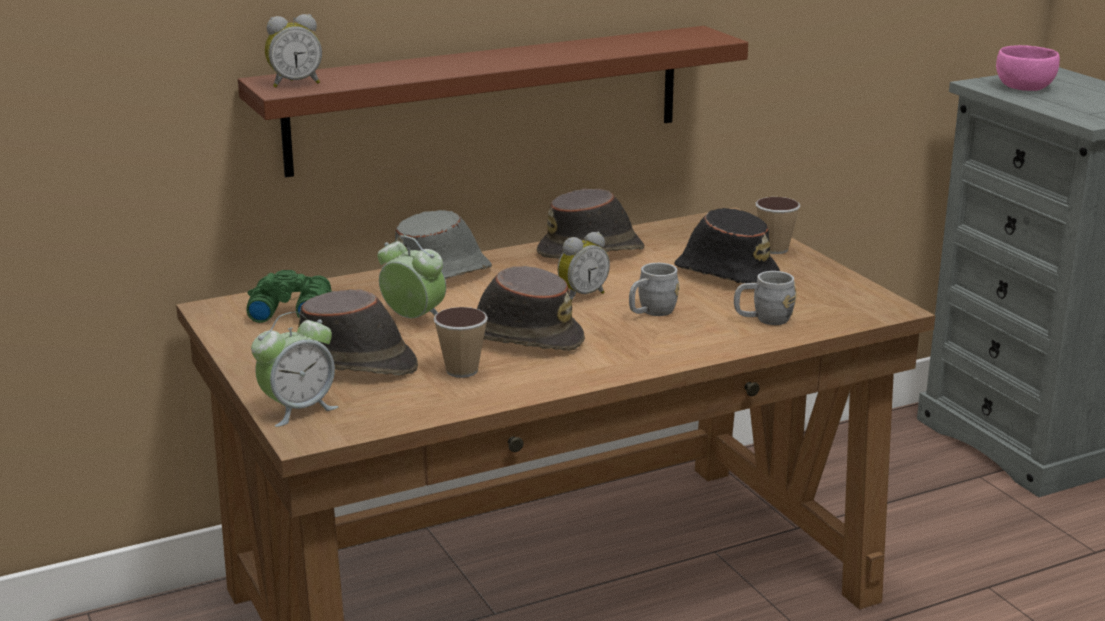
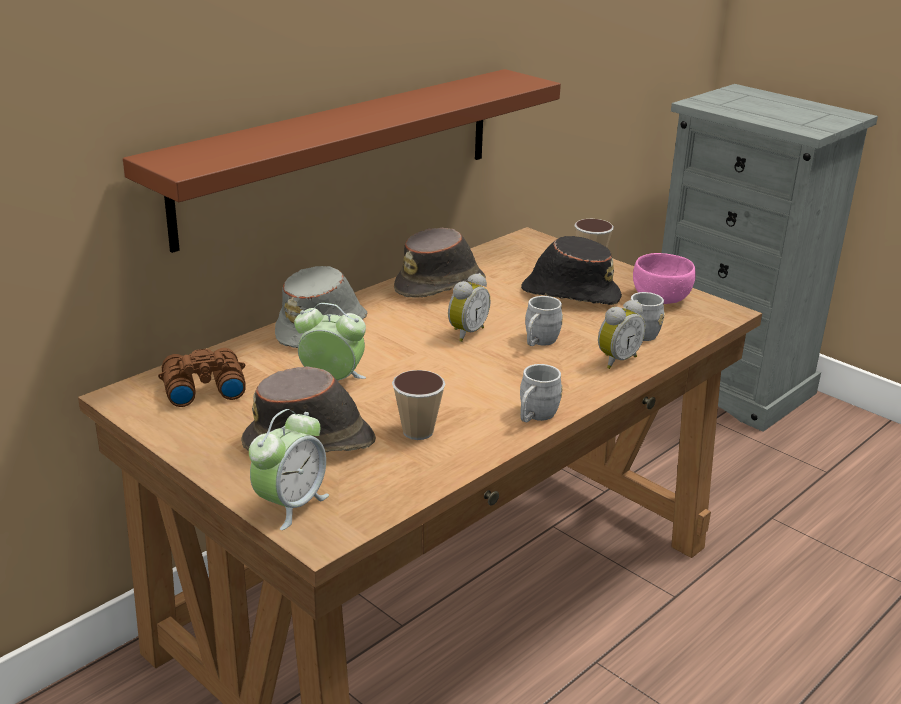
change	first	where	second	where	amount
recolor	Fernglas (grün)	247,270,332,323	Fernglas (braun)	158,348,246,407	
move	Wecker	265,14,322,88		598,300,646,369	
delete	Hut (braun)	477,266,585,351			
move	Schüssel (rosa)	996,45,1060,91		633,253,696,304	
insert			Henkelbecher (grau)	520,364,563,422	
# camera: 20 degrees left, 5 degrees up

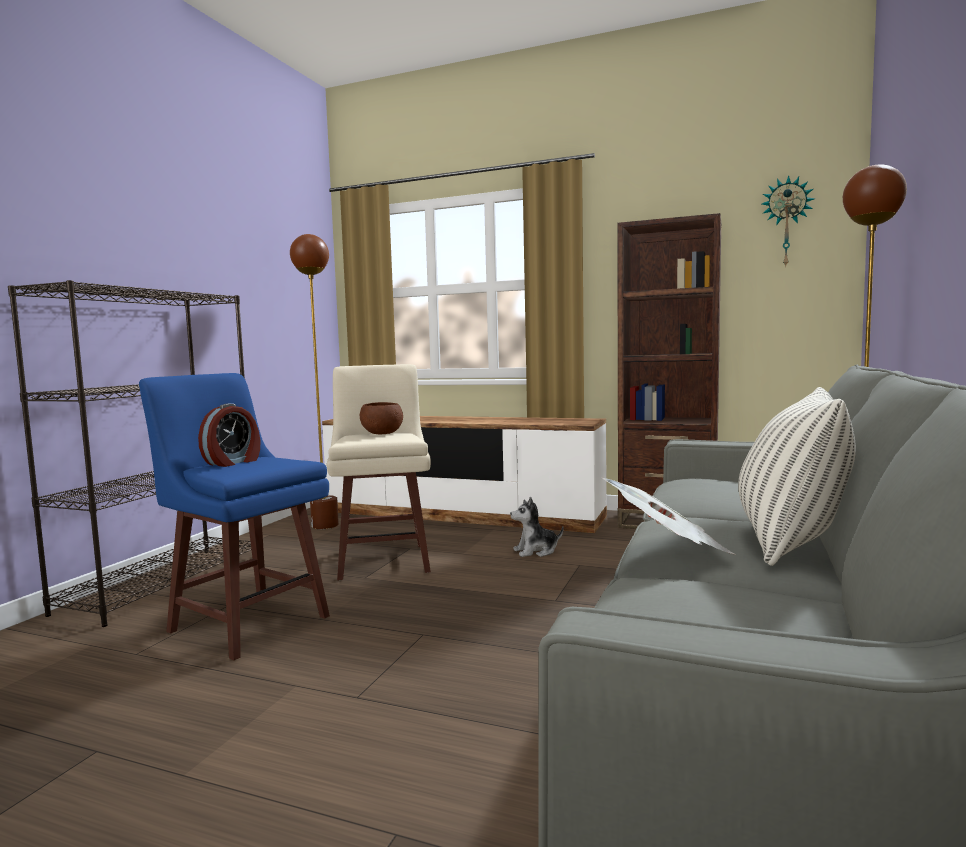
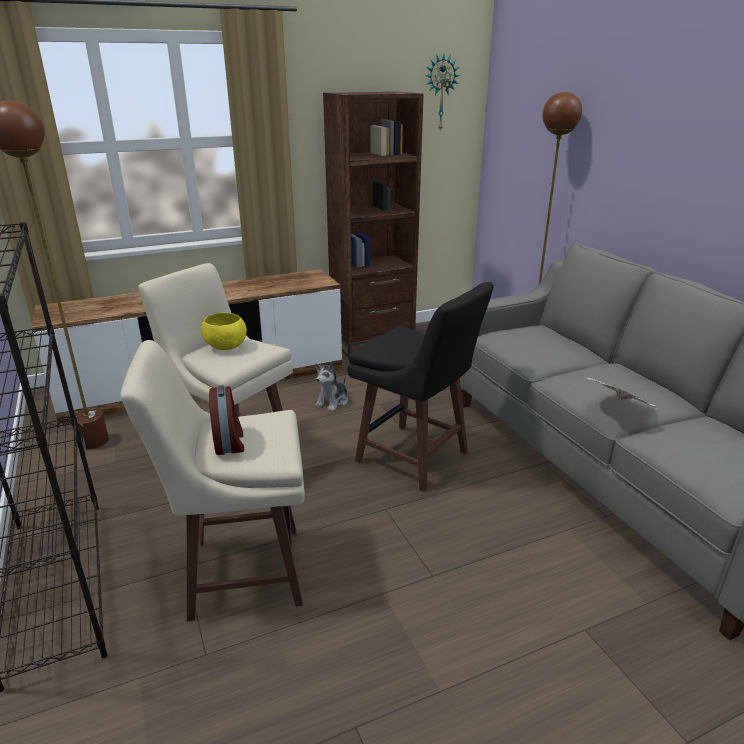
change	first	where	second	where	amount
recolor	Hocker (blau)	139,373,330,660	Hocker (beige)	120,340,305,622	
recolor	Schüssel (braun)	360,402,403,434	Schüssel (gelb)	201,313,247,350	
delete	Kissen	738,387,856,566			
insert			Hocker (schwarz)	348,282,494,492	
# camera: 45 degrees left, 20 degrees up

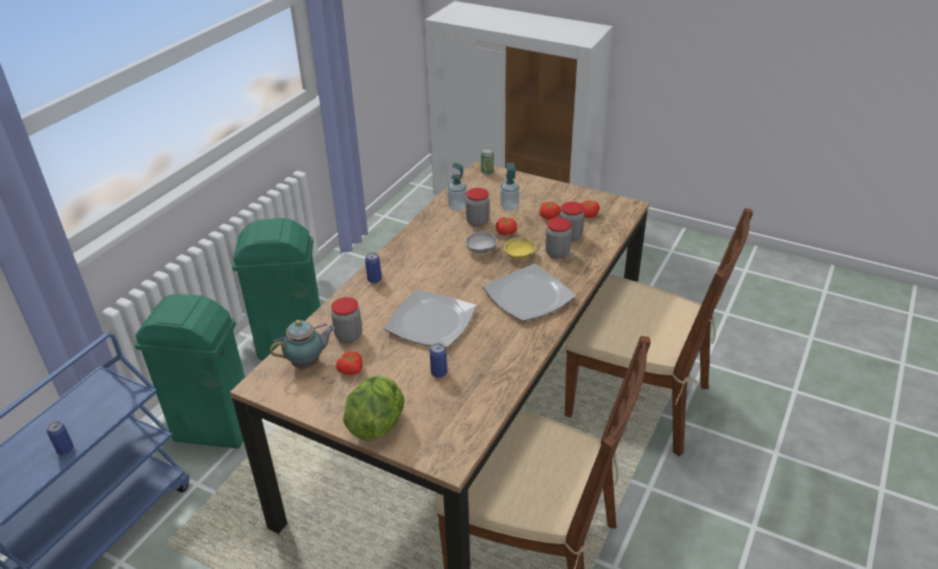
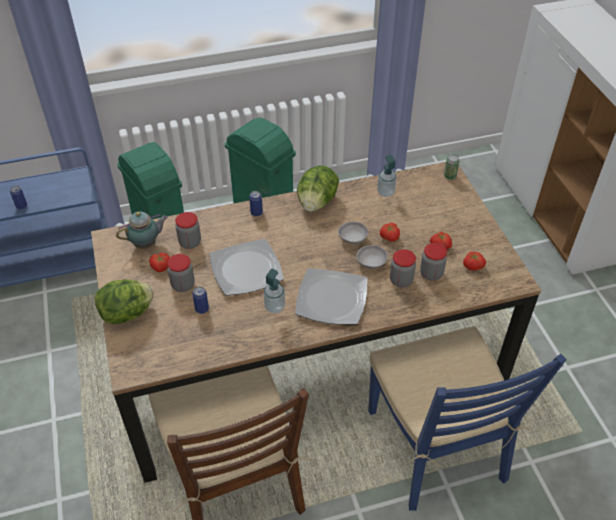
change	first	where	second	where	amount
rotate	Teekanne	270,320,335,369		116,211,168,249	45 degrees counterclockwise
move	Vorratsglas	466,188,490,227		167,254,195,292	
move	Seifenspender	500,162,520,211		263,269,285,313	
recolor	Schüssel (gelb)	504,238,536,260	Schüssel (grau)	356,245,388,269	
recolor	Stuhl (braun)	565,208,753,456	Stuhl (blau)	368,326,567,511	
insert			Salatkopf	297,166,339,212	
# camera: 45 degrees right, 10 degrees up

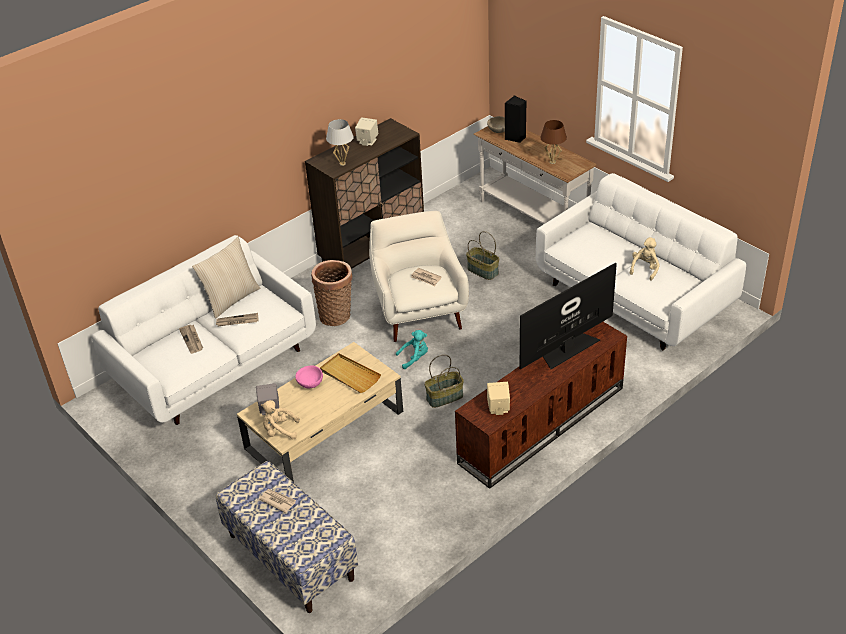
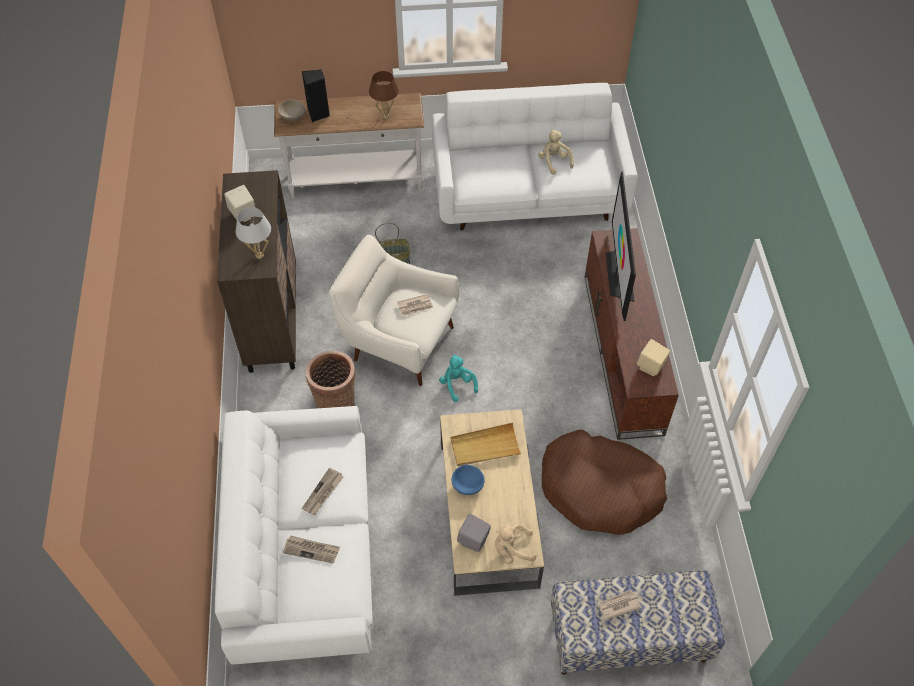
change	first	where	second	where	amount
delete	Kissen (beige)	192,237,261,319			
rotate	Plüschtier (beige)	261,400,300,439		495,524,536,564	45 degrees clockwise
recolor	Schüssel (rosa)	295,366,323,389	Schüssel (blau)	452,465,485,495	
rotate	Plüschtier (türkis)	396,330,428,369		439,354,478,402	45 degrees counterclockwise
delete	Korb	424,354,464,408			
insert			Hundebett (braun)	542,430,667,535	
# camera: 55 degrees left, 15 degrees up

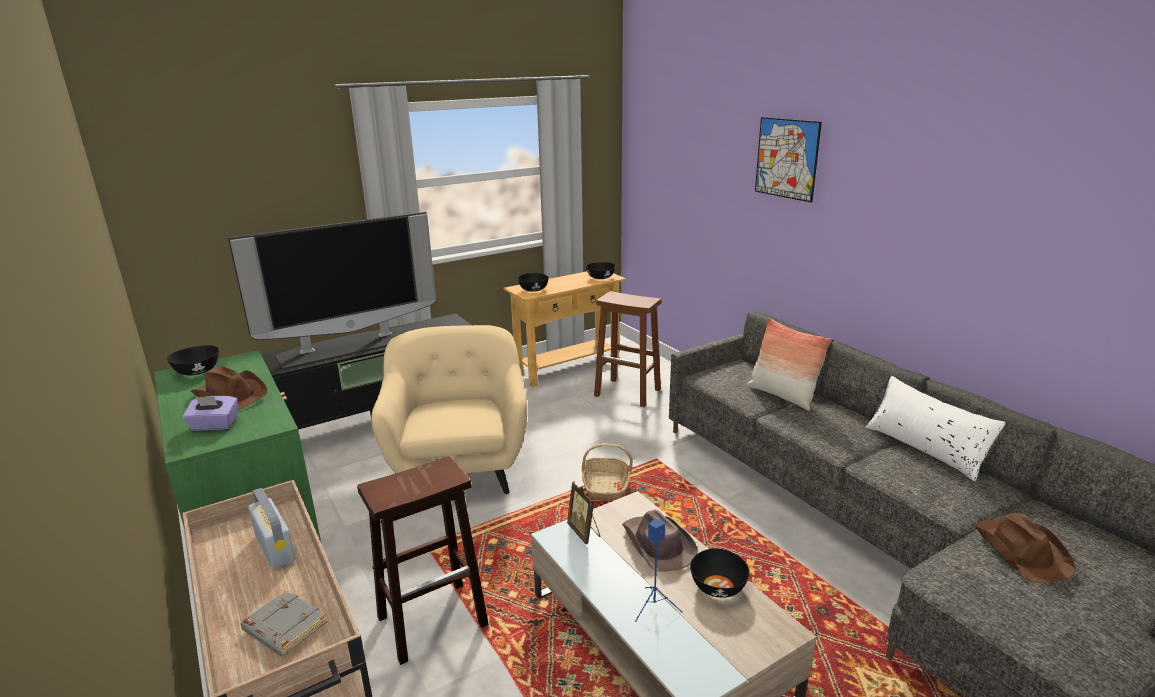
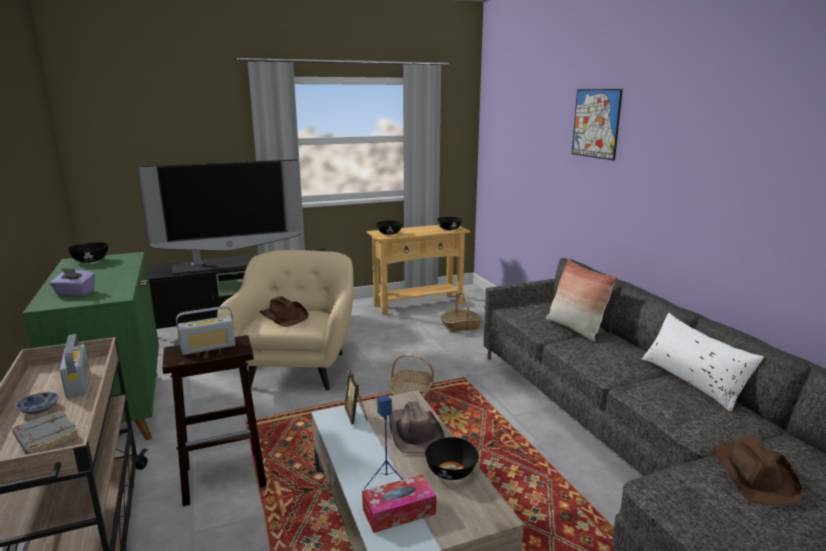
change	first	where	second	where	amount
move	Hut (braun)	191,365,268,410		260,296,309,327	
replace	Hocker (braun)	594,291,661,407	Korb	440,292,484,332	
insert			Schüssel	16,392,59,415	
insert			Radio	176,306,235,355	
insert			Taschentuchbox	362,475,436,533	
# camera: 10 degrees right, 5 degrees down

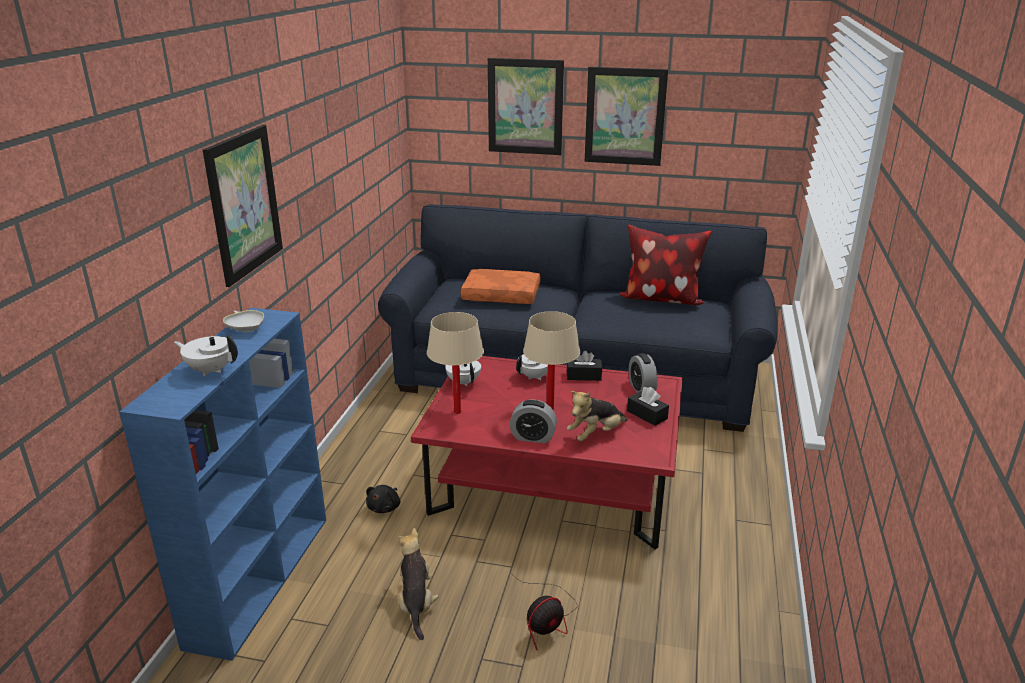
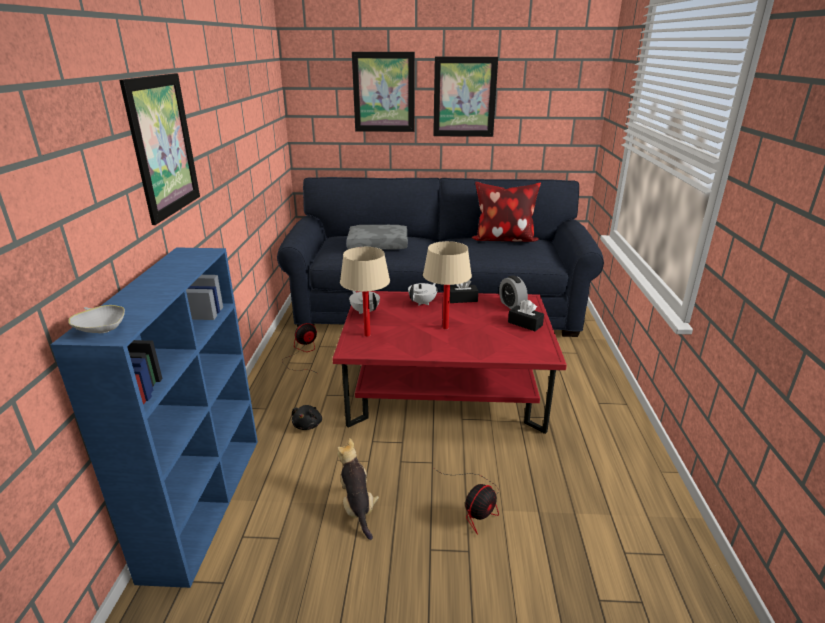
change	first	where	second	where	amount
delete	Teekanne (weiß)	174,334,238,376			
move	Schüssel (weiß)	223,310,264,332		68,305,125,333	
recolor	Kissen (orange)	461,269,541,304	Kissen (grau)	346,225,408,250	
delete	Wecker	510,400,557,443			
delete	Plüschtier	567,391,627,441			
insert			Ventilator	282,323,320,376	
# camera: 10 degrees left, 0 degrees up

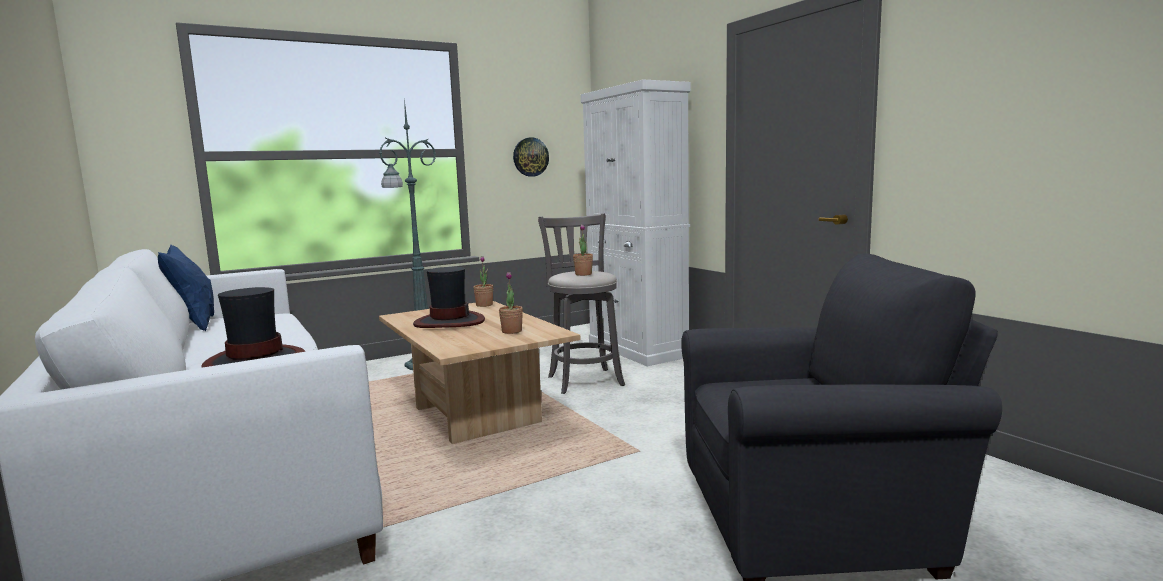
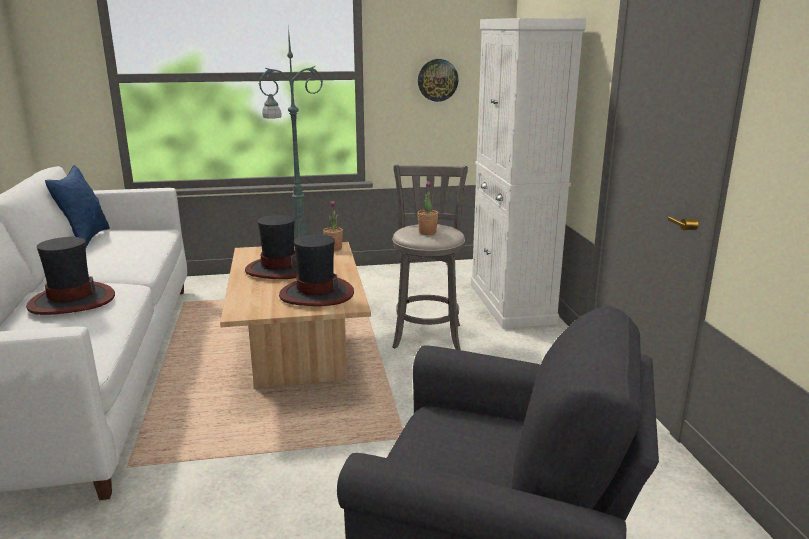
change	first	where	second	where	amount
replace	Topfpflanze	499,272,523,334	Hut	279,234,354,306	
# camera: 20 degrees right, 10 degrees up

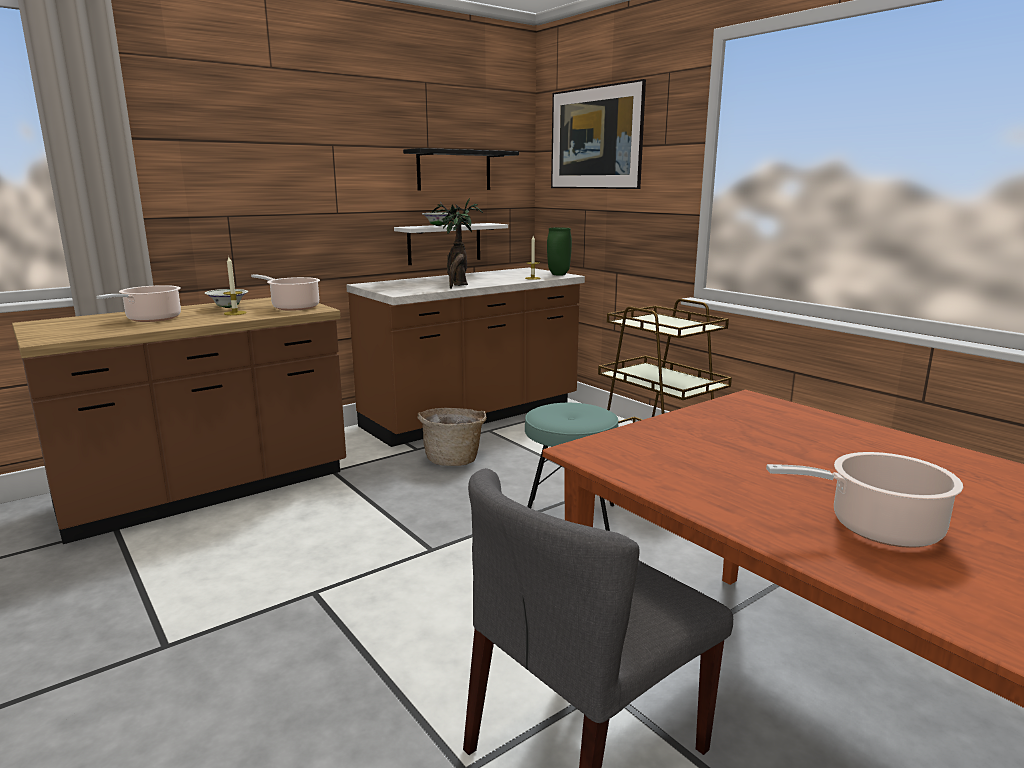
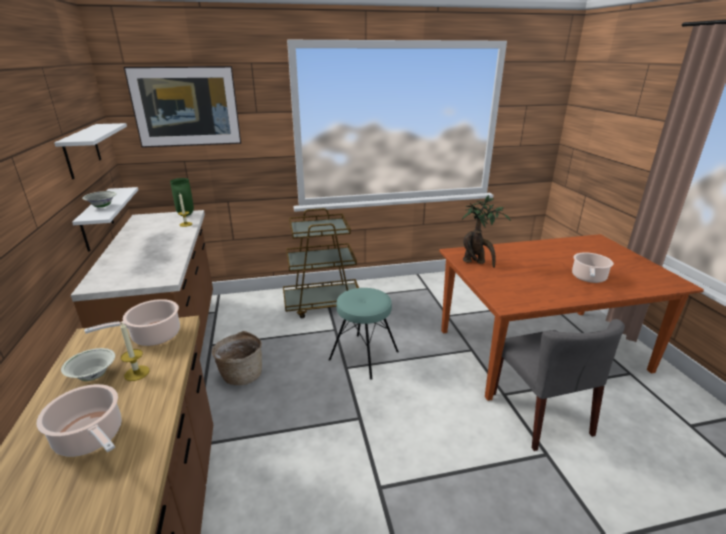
change	first	where	second	where	amount
recolor	Wandregal (schwarz)	403,148,519,190	Wandregal (weiß)	54,123,127,179	
move	Topfpflanze	431,198,483,289		462,195,511,268	
# camera: 65 degrees left, 10 degrees up

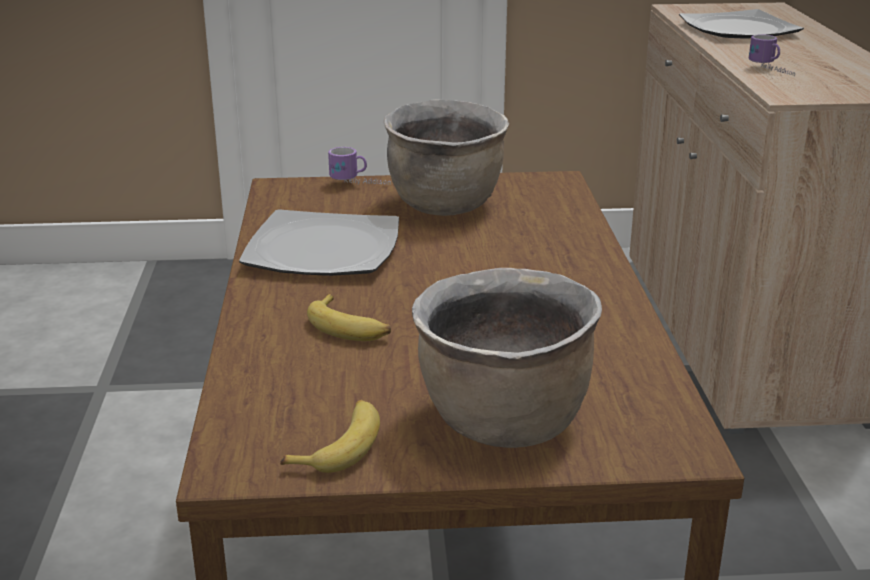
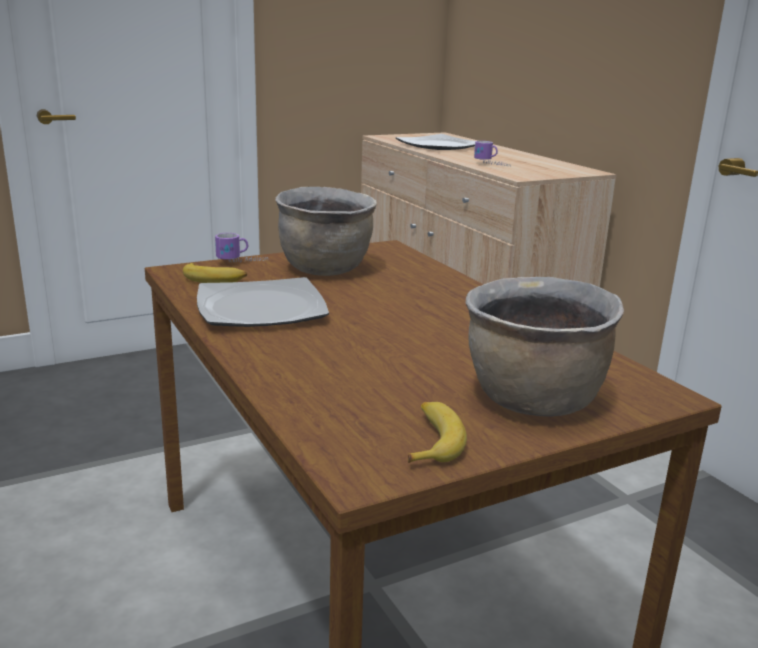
change	first	where	second	where	amount
move	Banane	307,294,391,341		183,262,247,283	
# camera: 25 degrees left, 5 degrees down

